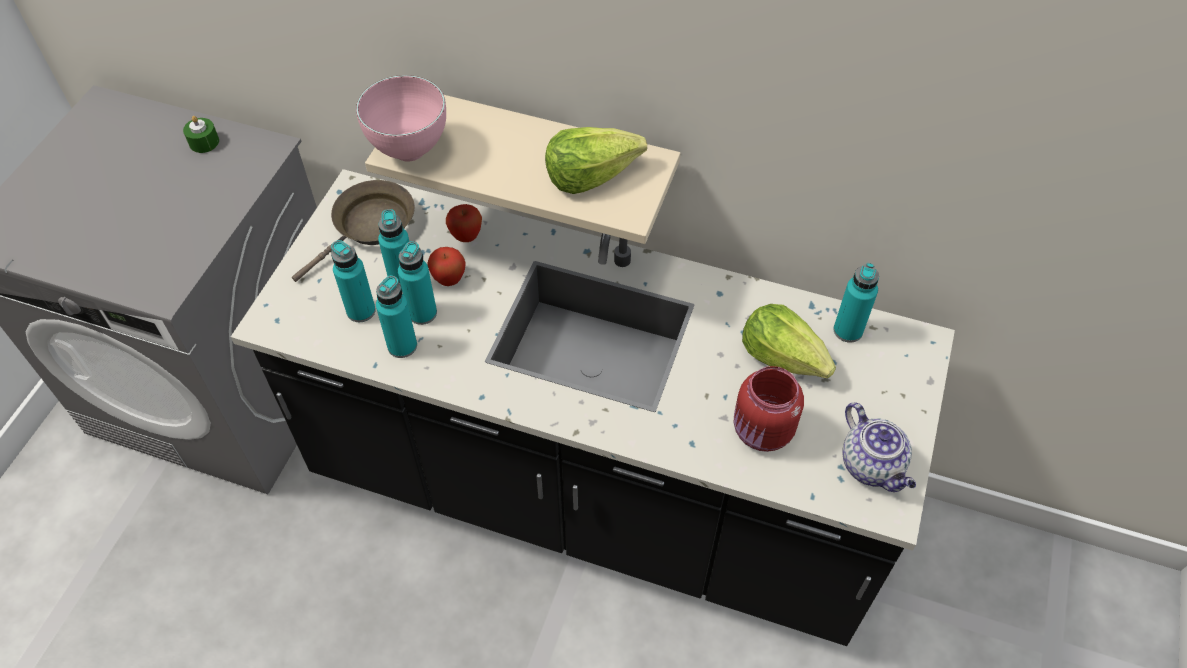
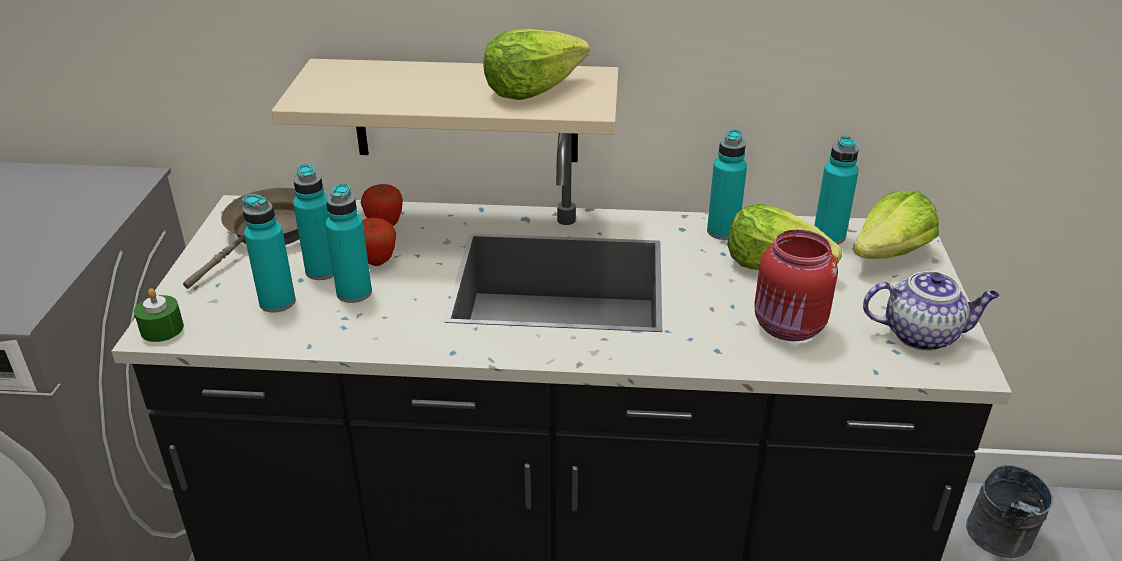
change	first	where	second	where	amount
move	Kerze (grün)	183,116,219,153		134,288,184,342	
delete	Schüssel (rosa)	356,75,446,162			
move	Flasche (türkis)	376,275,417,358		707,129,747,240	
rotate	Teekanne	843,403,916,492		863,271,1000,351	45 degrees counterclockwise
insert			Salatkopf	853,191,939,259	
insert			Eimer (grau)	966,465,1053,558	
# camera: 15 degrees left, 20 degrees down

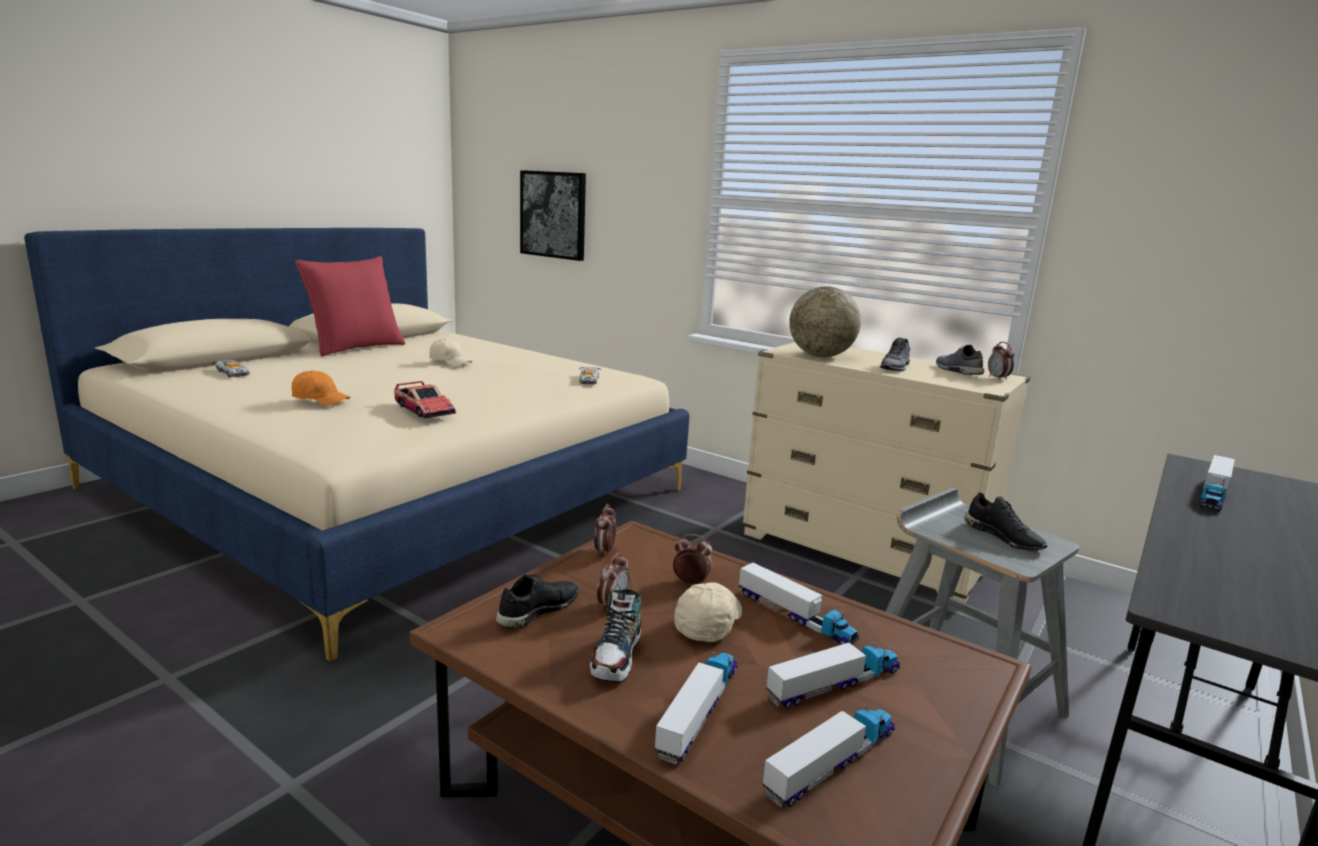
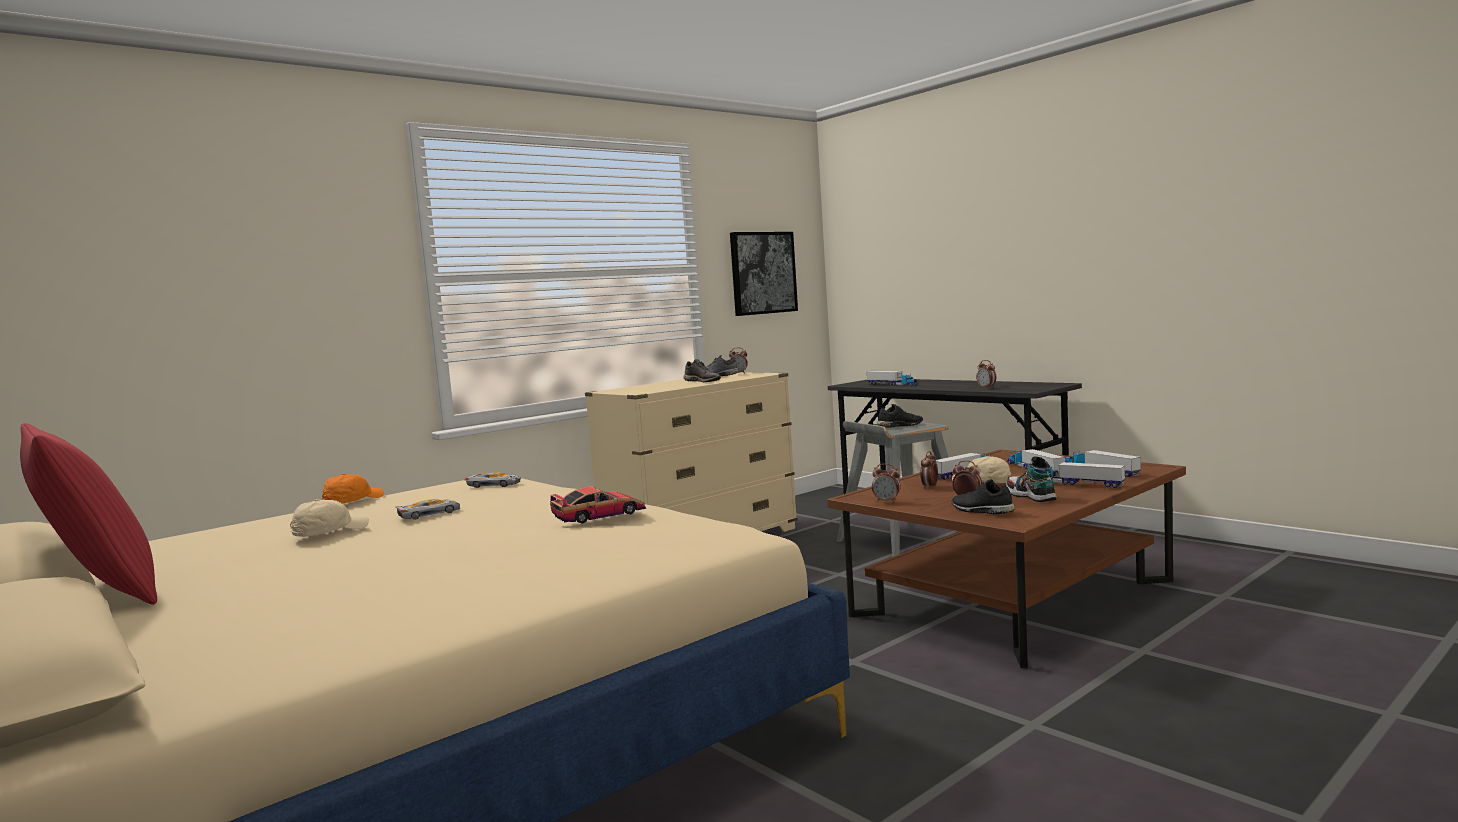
change	first	where	second	where	amount
move	Spielzeugauto	212,359,249,377		396,499,460,520	
move	Kappe (orange)	292,371,350,405		322,474,384,504	
move	Bild	520,170,586,261		730,232,798,316	
rotate	Schuh	590,589,641,683		1006,457,1057,502	135 degrees counterclockwise
delete	Globus	789,286,861,357			
insert			Wecker	976,360,996,389	
# camera: 75 degrees left, 10 degrees down

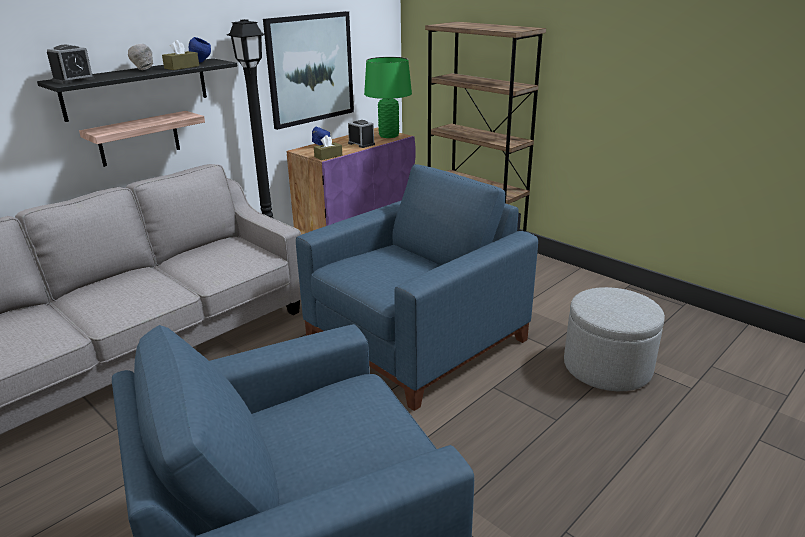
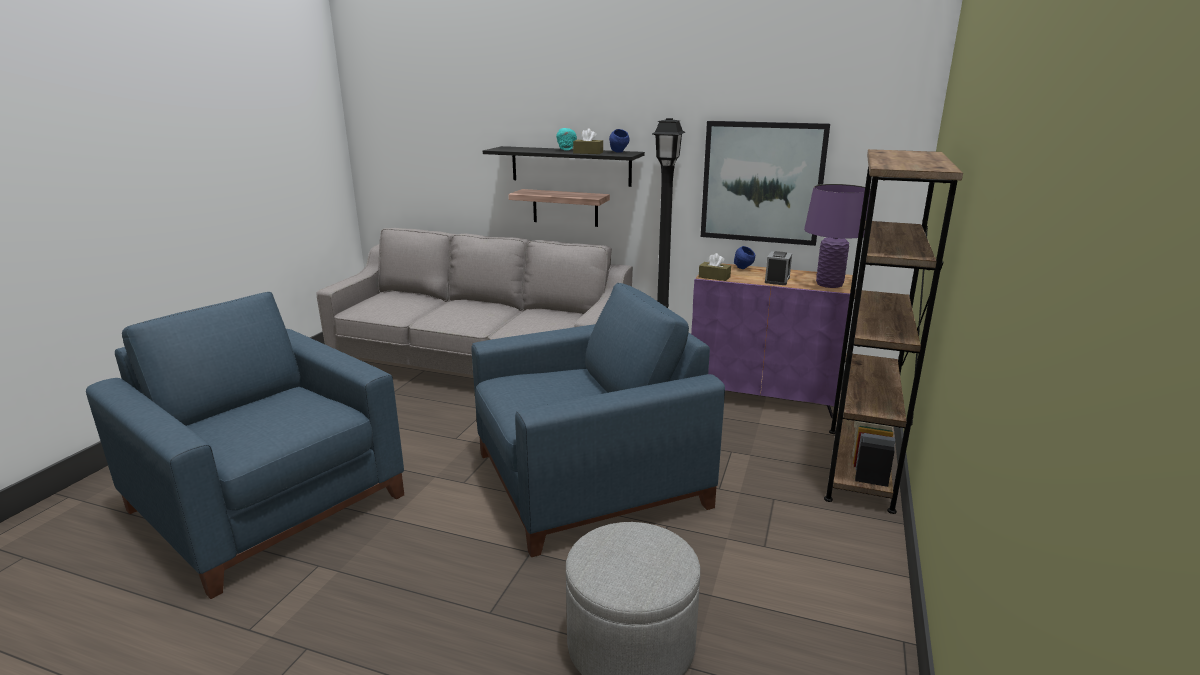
change	first	where	second	where	amount
delete	Wecker	47,45,95,84			
recolor	Schüssel (grau)	128,43,153,70	Schüssel (türkis)	556,128,577,150	
rotate	Sessel (blau)	296,164,538,411		472,283,725,557	45 degrees counterclockwise
recolor	Tischlampe (grün)	364,57,412,138	Tischlampe (lila)	804,184,871,288	
# camera: 65 degrees right, 5 degrees down

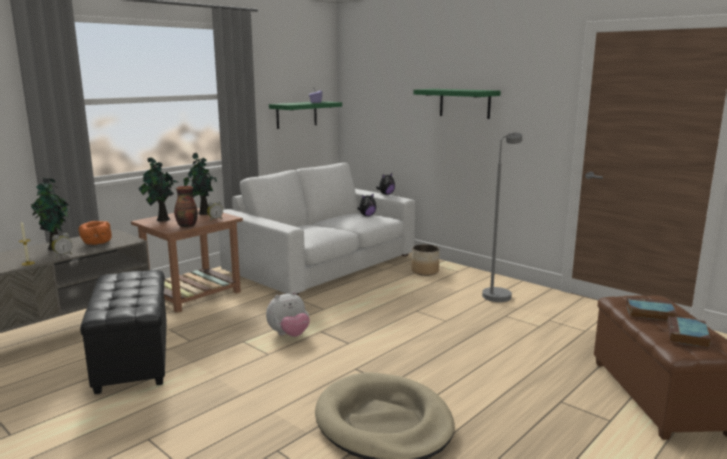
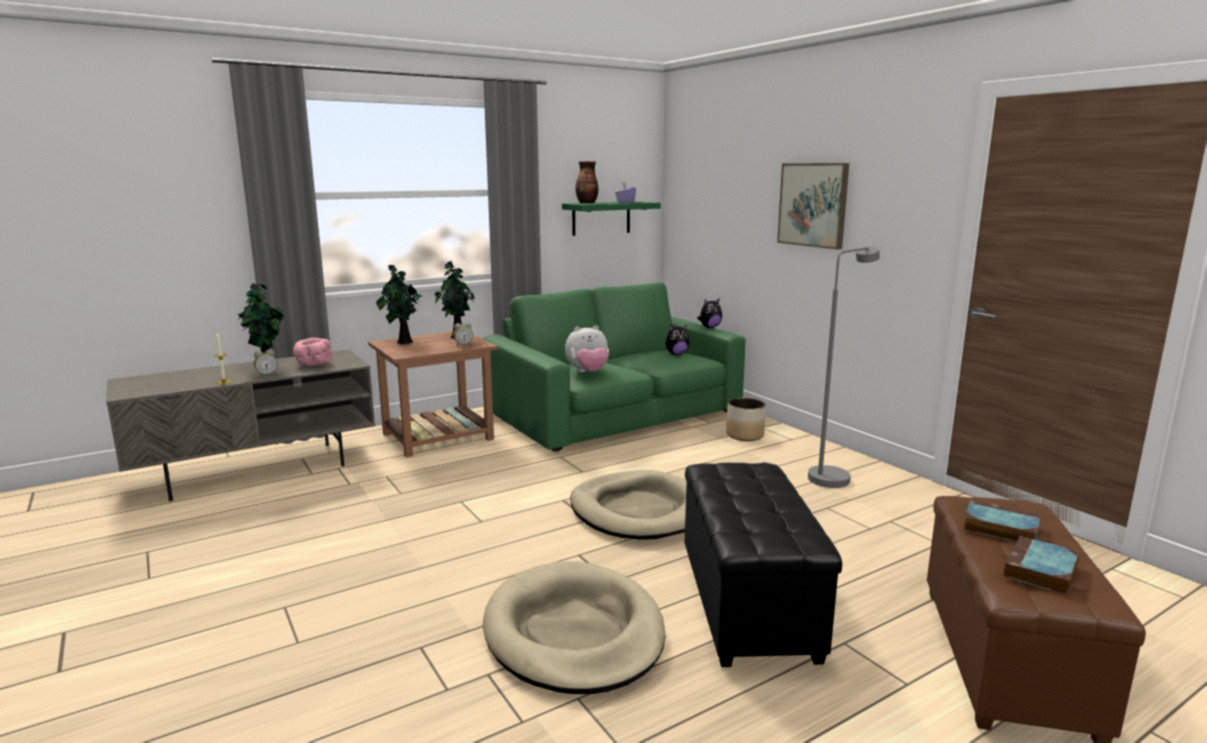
change	first	where	second	where	amount
recolor	Schüssel (orange)	78,221,112,245	Schüssel (rosa)	293,338,332,366	
move	Polsterhocker (schwarz)	80,270,167,394		685,463,842,667	
move	Vase	174,186,198,227		575,161,598,204	
recolor	Sofa (weiß)	219,163,415,295	Sofa (grün)	483,283,746,451	
move	Plüschtier	266,291,310,337		565,325,609,372	
replace	Wandregal (grün)	413,89,501,119	Bild	777,163,849,250	
insert			Hundebett (beige)	570,470,687,540	
# camera: 15 degrees right, 0 degrees up

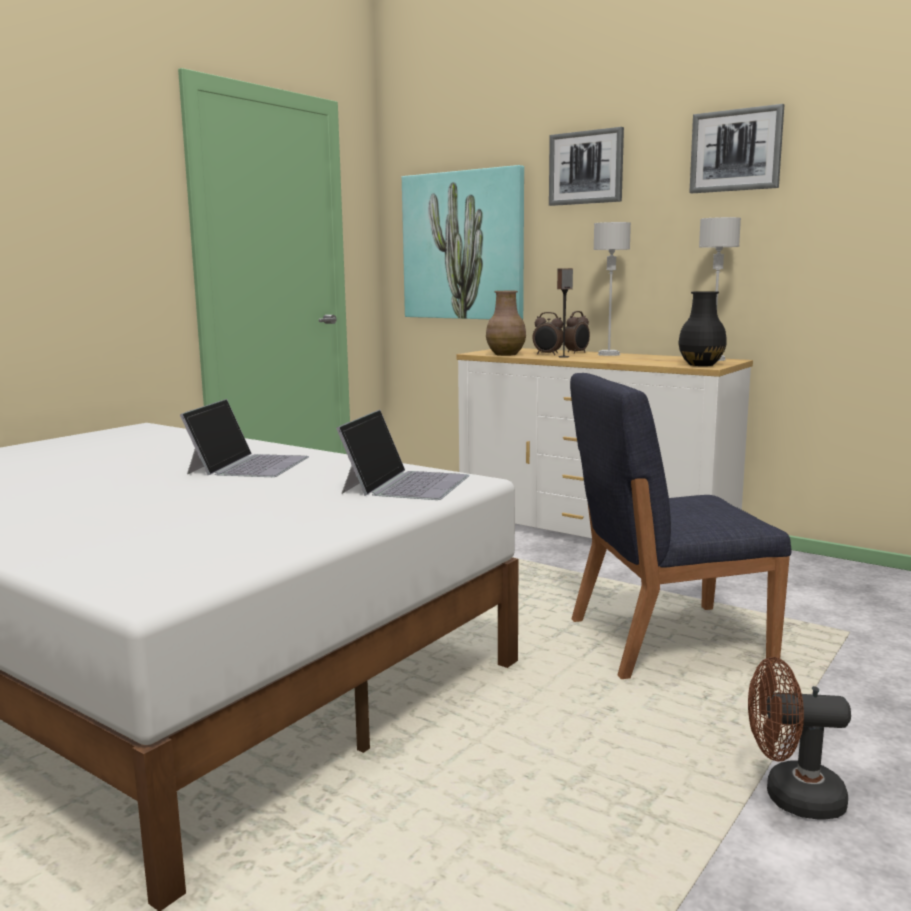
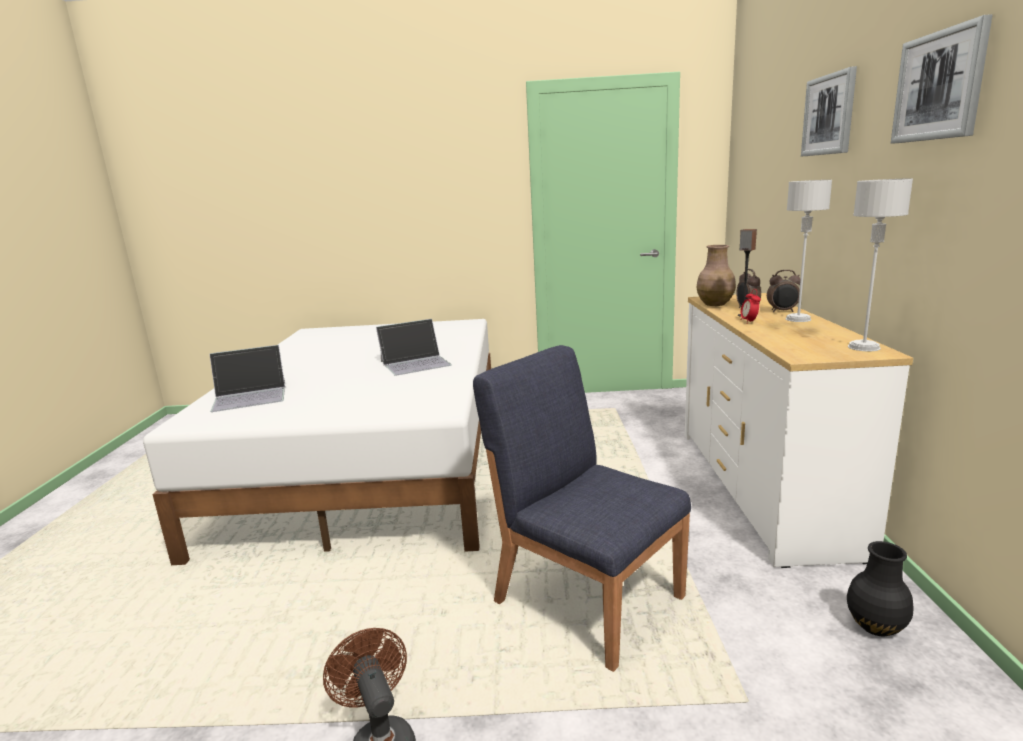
change	first	where	second	where	amount
move	Laptop	336,410,470,500		210,345,285,412	
delete	Bild	402,165,524,319			
move	Vase (schwarz)	678,291,727,366		847,541,914,636	
insert			Wecker	741,289,761,324	
# camera: 55 degrees right, 5 degrees up

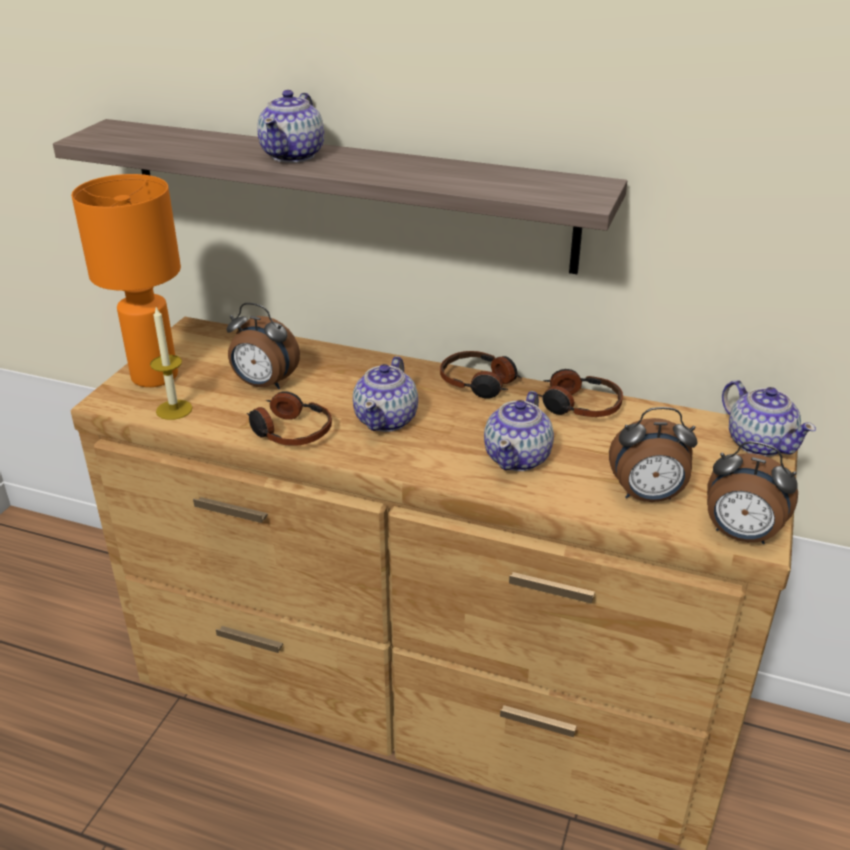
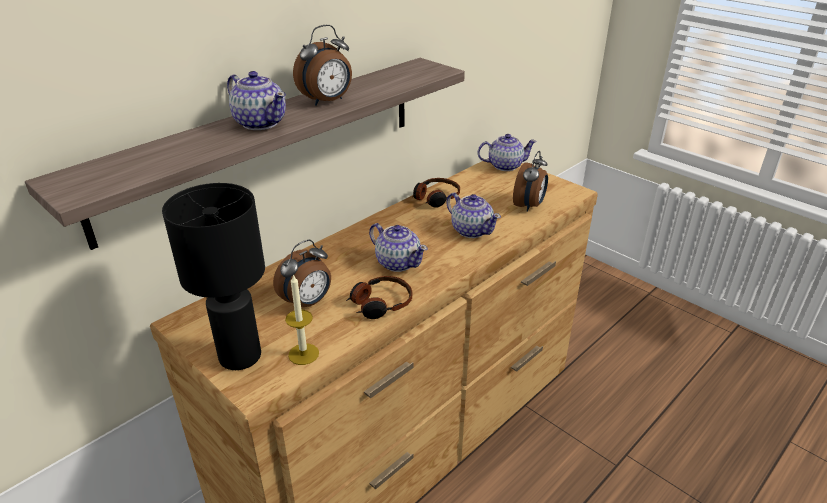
change	first	where	second	where	amount
recolor	Tischlampe (orange)	71,174,181,387	Tischlampe (schwarz)	162,183,265,370	
delete	Kopfhörer	440,351,521,399			
move	Wecker	707,441,798,544		293,25,352,106	
# camera: 65 degrees left, 0 degrees up

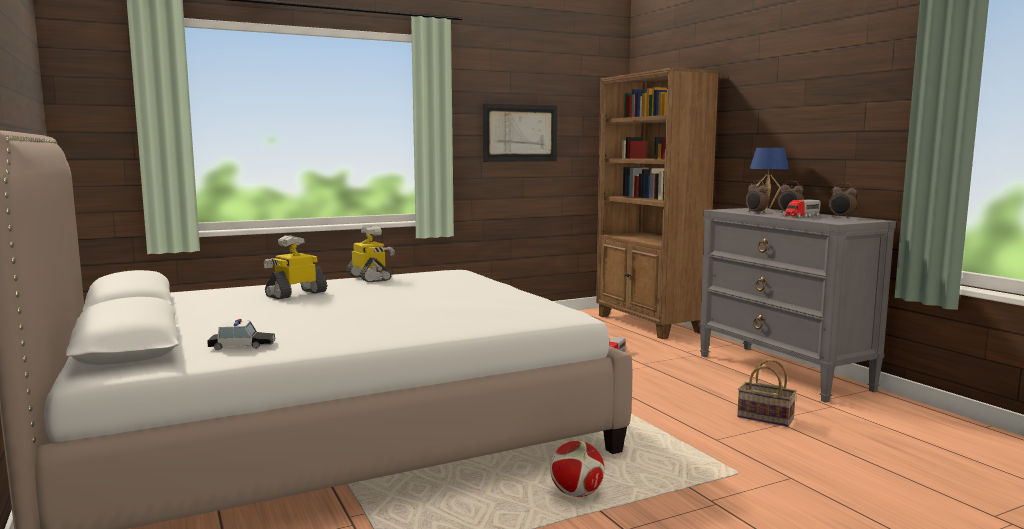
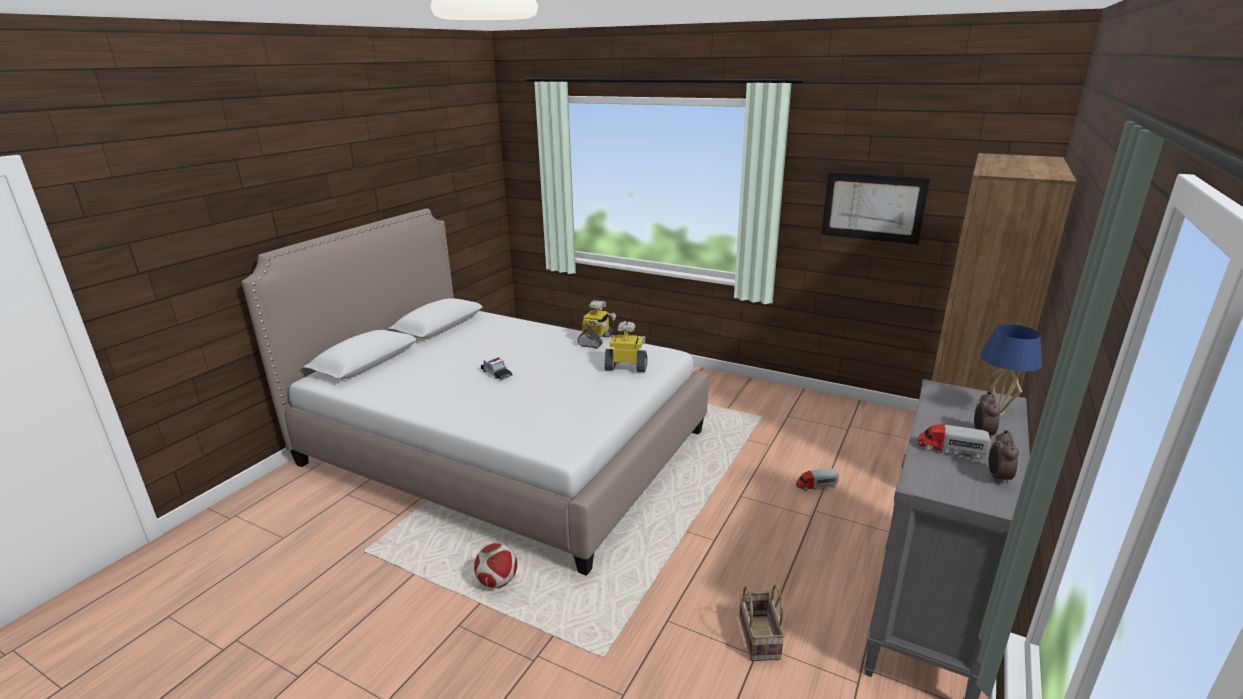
change	first	where	second	where	amount
move	Spielzeugauto	207,319,276,350		481,356,513,380	
move	Spielzeugroboter	264,236,327,299		604,321,647,372	
delete	Wecker	746,181,769,214			
# camera: 55 degrees right, 15 degrees up

